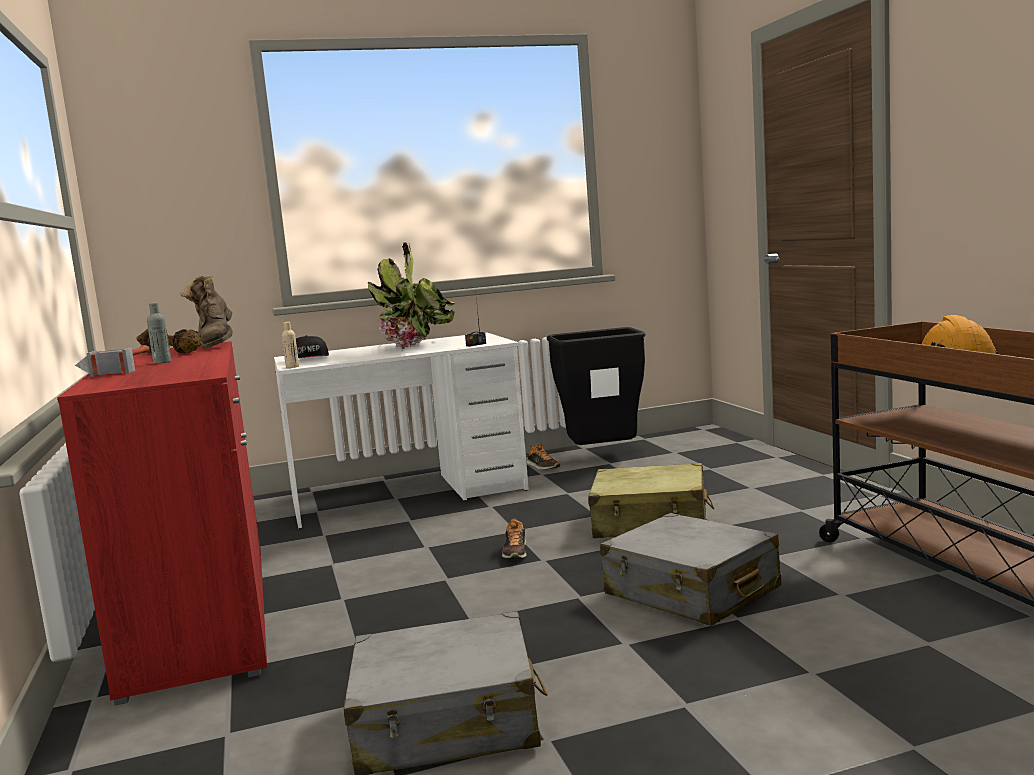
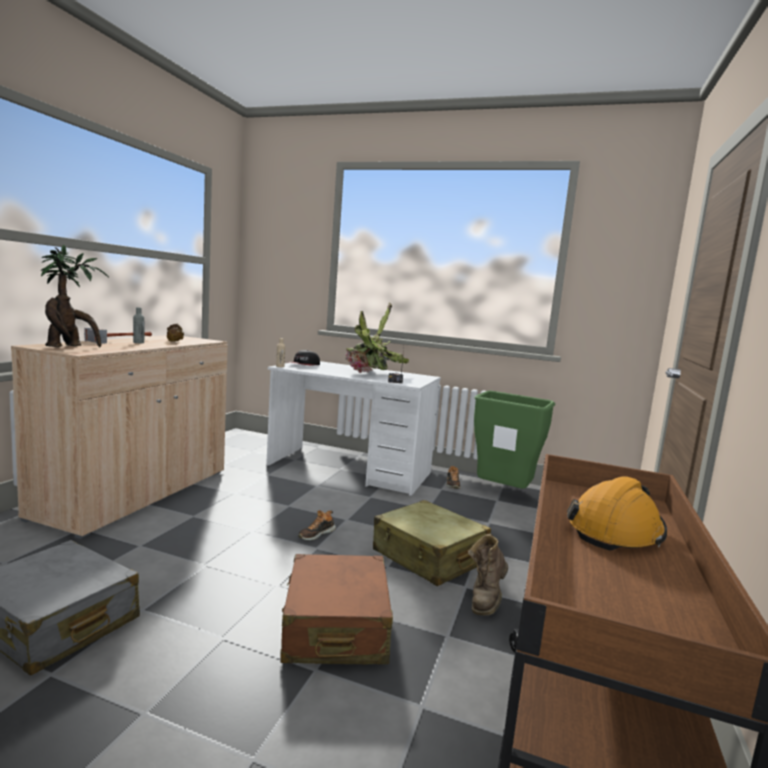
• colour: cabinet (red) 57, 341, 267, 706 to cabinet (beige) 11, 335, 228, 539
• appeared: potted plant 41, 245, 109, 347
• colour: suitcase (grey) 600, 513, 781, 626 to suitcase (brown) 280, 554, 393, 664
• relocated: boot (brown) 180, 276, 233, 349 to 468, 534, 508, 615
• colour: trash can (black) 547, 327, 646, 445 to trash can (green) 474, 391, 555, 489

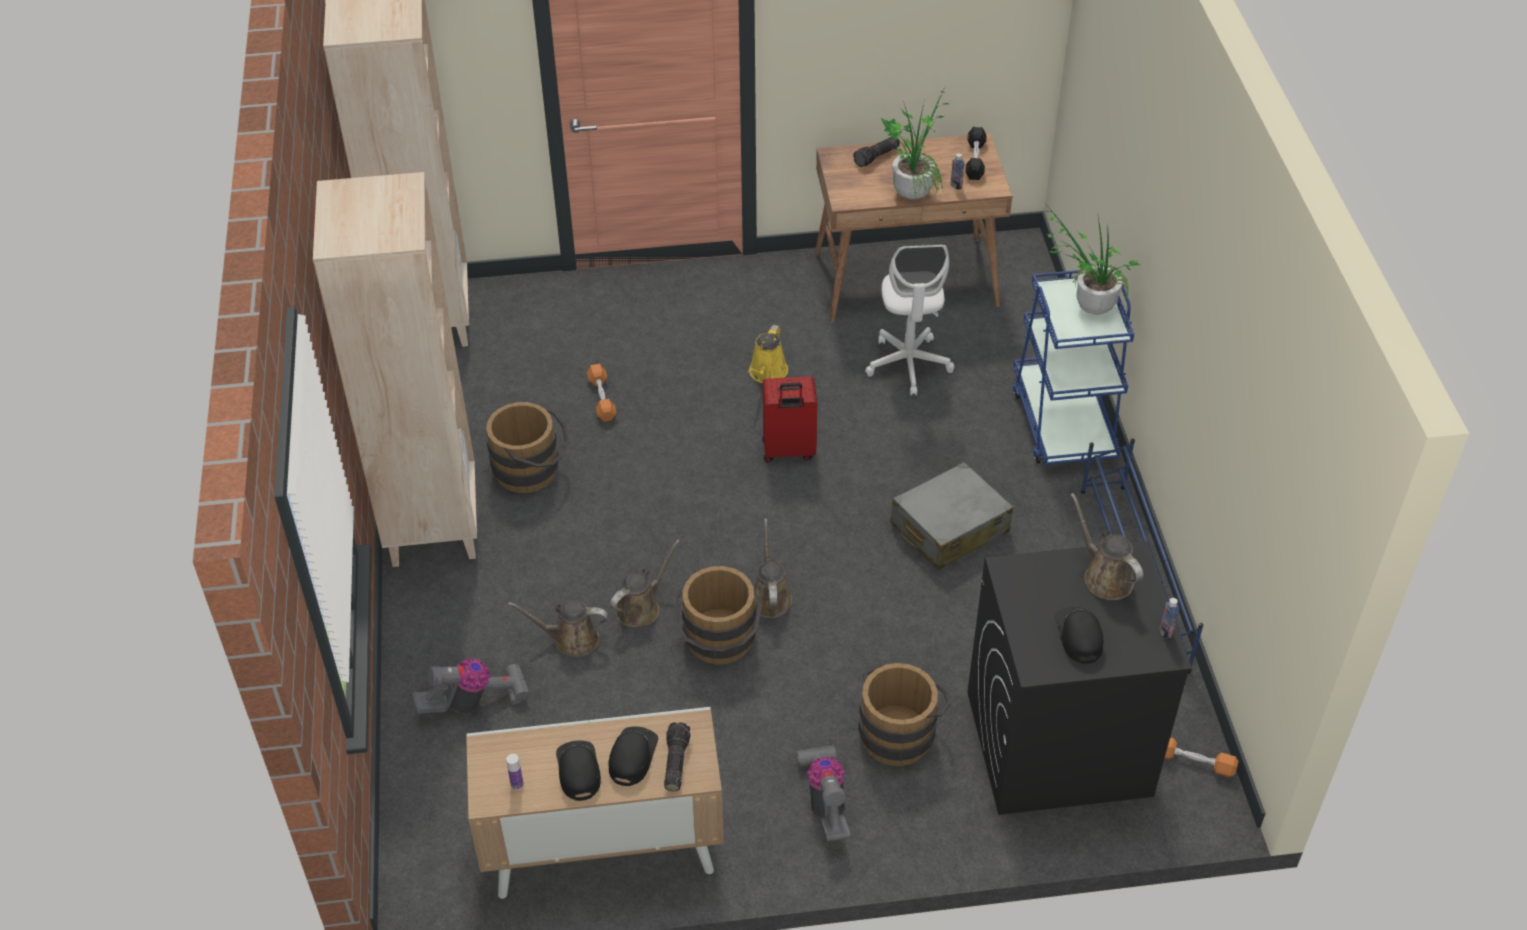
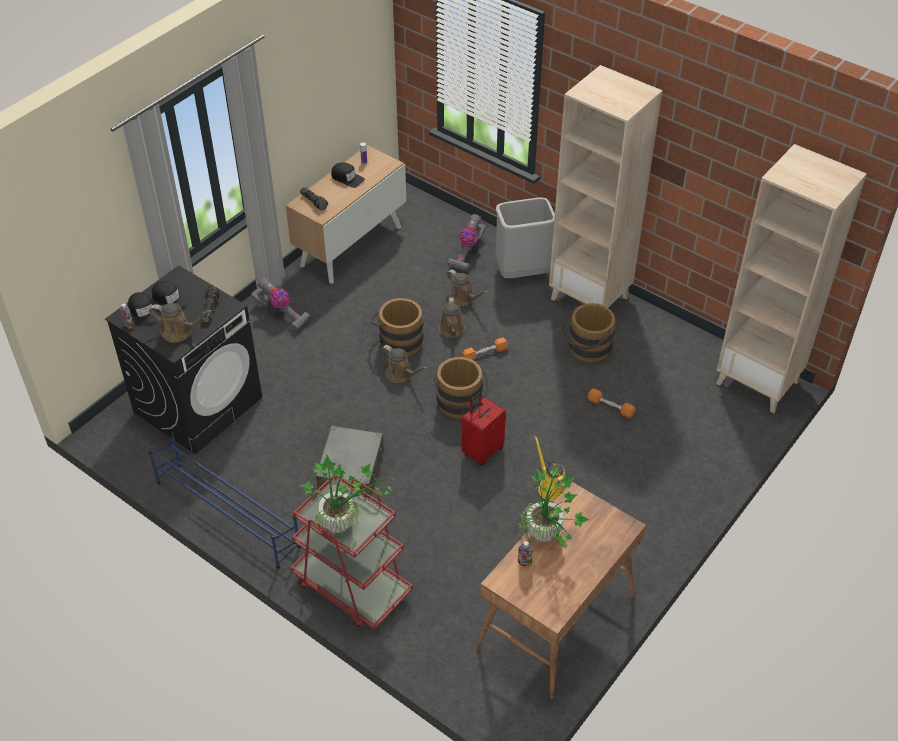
• relocated: cap (black) 609, 726, 658, 786 to 128, 292, 160, 327
• relocated: flashlight 853, 137, 900, 167 to 202, 286, 220, 323
• colour: cart (blue) 1013, 270, 1134, 465 to cart (red) 291, 476, 413, 630
• relocated: bucket (brown) 858, 663, 951, 766 to 433, 357, 489, 419
• spun: watering can (brown) 508, 600, 608, 657 = 447, 269, 488, 306 90 degrees clockwise
• relocated: dumbbell (orange) 1164, 737, 1238, 778 to 462, 337, 508, 360
• appeared: trash can (grey) 495, 198, 555, 278
• missing: office chair (white) 865, 244, 954, 396
• missing: dumbbell (black) 965, 127, 986, 180

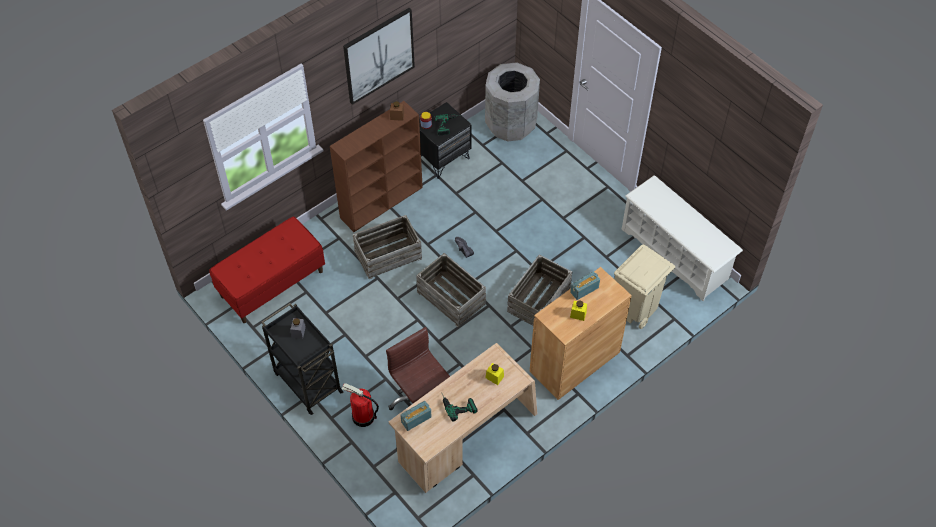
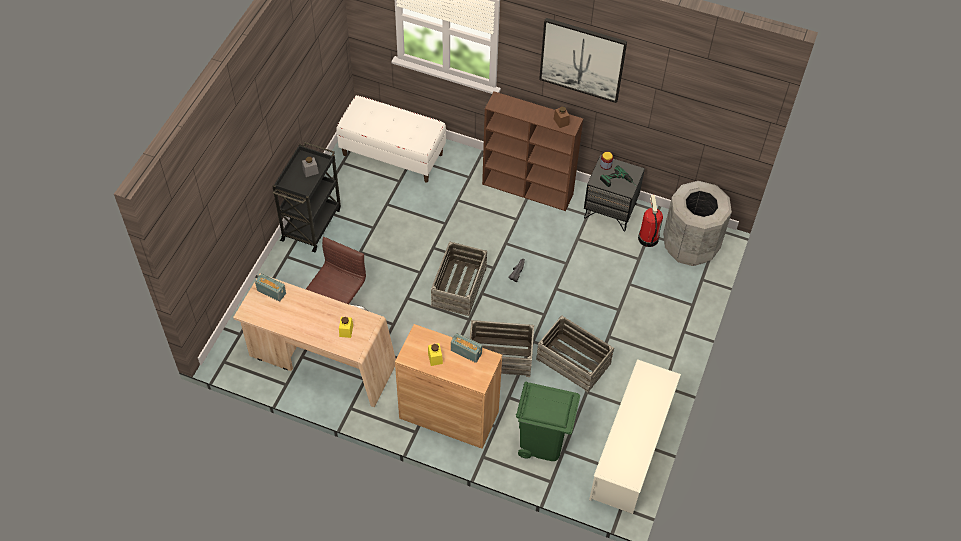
• colour: bench (red) 209, 217, 325, 323 to bench (white) 336, 95, 446, 182
• colour: trash can (beige) 614, 244, 675, 329 to trash can (green) 516, 382, 580, 461
• relocated: crate 353, 215, 422, 279 to 536, 315, 614, 392
• relocated: fire extinguisher 341, 383, 379, 427 to 638, 195, 663, 247
• missing: power drill 442, 394, 477, 421

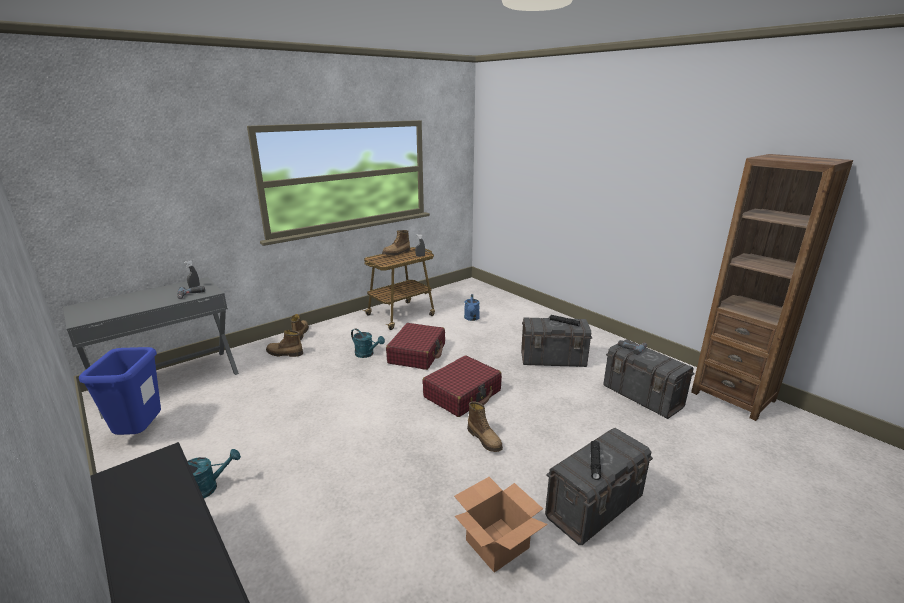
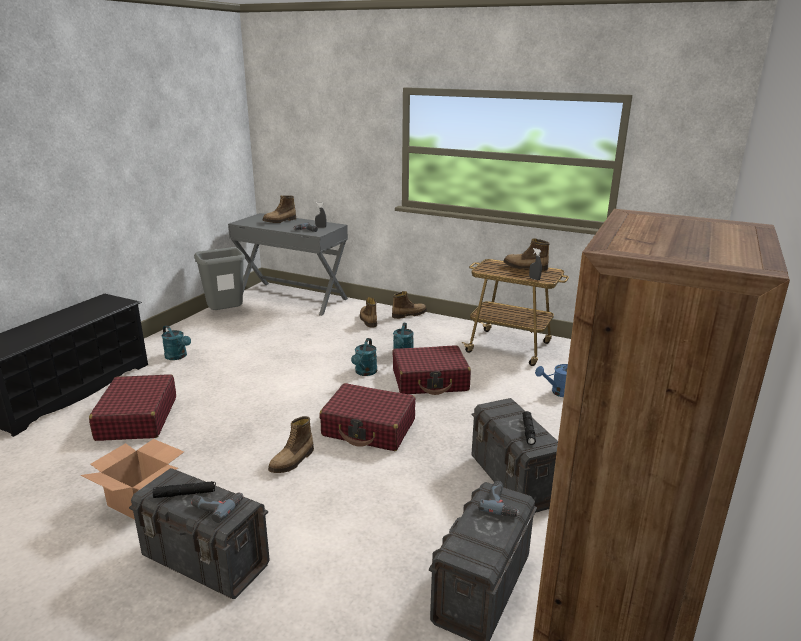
• appeared: suitcase (red) 89, 374, 176, 441
• appeared: power drill 191, 493, 243, 523
• colour: trash can (blue) 79, 347, 161, 435 to trash can (grey) 194, 247, 245, 310
• appeared: boot 262, 195, 296, 223
• appeared: watering can (turquoise) 351, 338, 377, 376

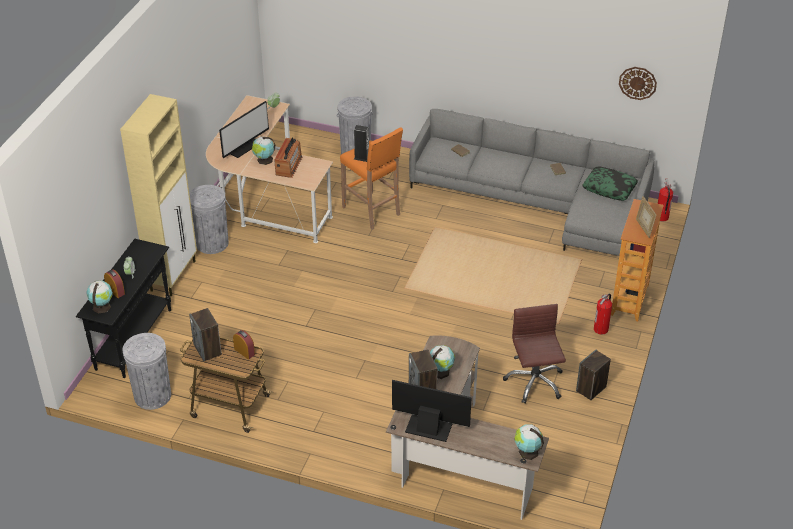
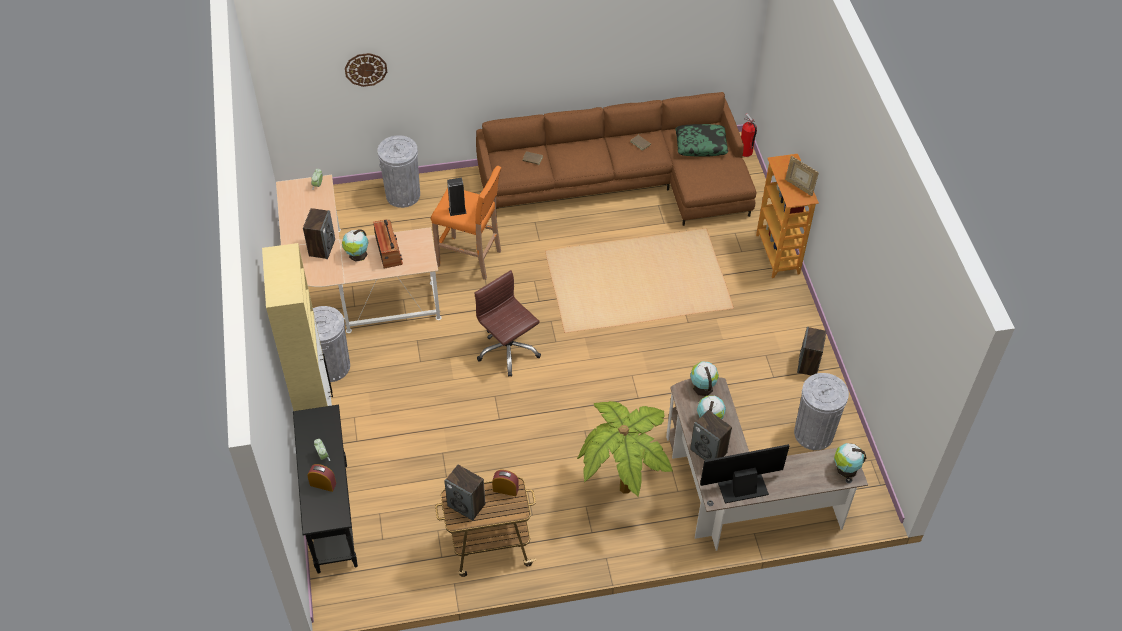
• exchanged: monitor 219, 101, 269, 158 to speaker 303, 208, 335, 259
• relocated: wall clock 619, 67, 657, 100 to 345, 53, 387, 87
• relocated: office chair (brown) 503, 304, 566, 404 to 474, 270, 541, 377
• colour: sofa (grey) 409, 109, 654, 256 to sofa (brown) 476, 92, 756, 226
• appeared: potted plant 577, 401, 673, 497
• relocated: globe 86, 280, 113, 314 to 690, 361, 719, 396
• relocated: trash can (grey) 122, 333, 171, 410 to 794, 373, 849, 450
• missing: fire extinguisher 594, 294, 612, 335

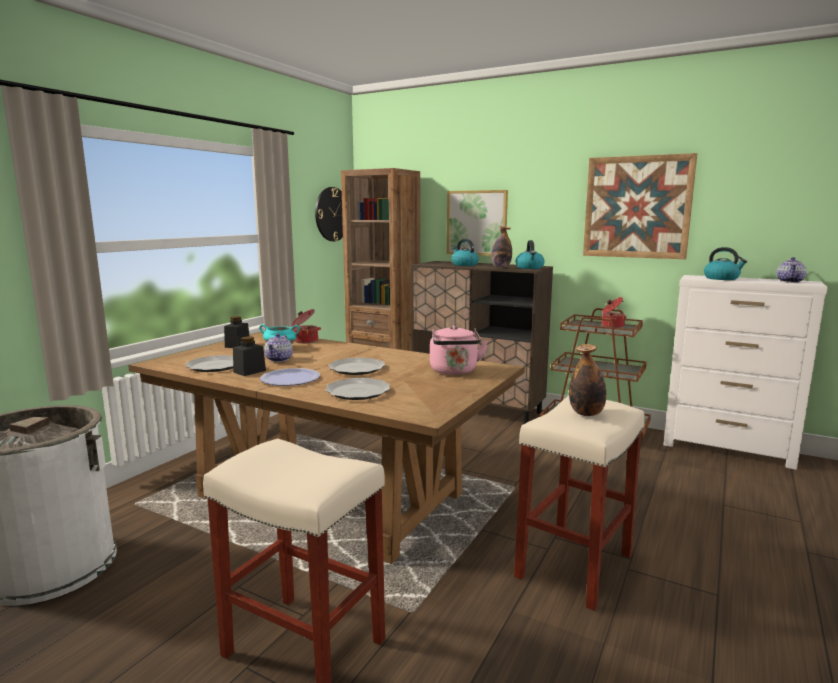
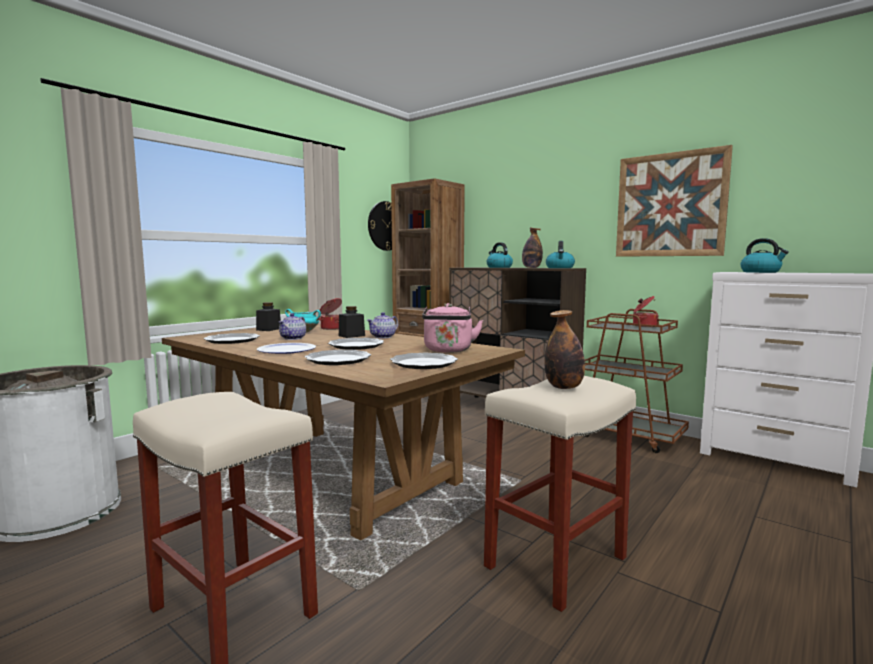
• relocated: jar (black) 233, 336, 266, 376 to 339, 306, 365, 338
• relocated: teapot 776, 257, 807, 283 to 367, 312, 398, 338
• appeared: plate 390, 353, 458, 369
• missing: picture 447, 190, 508, 256

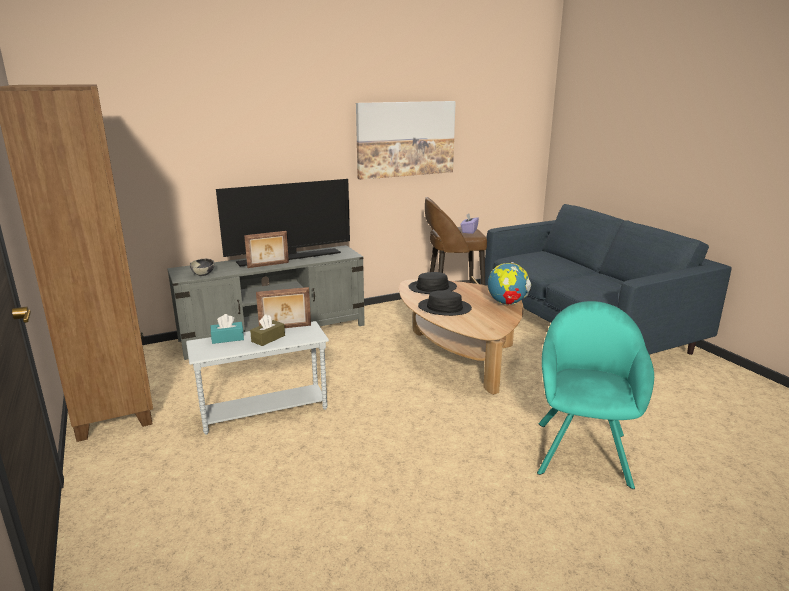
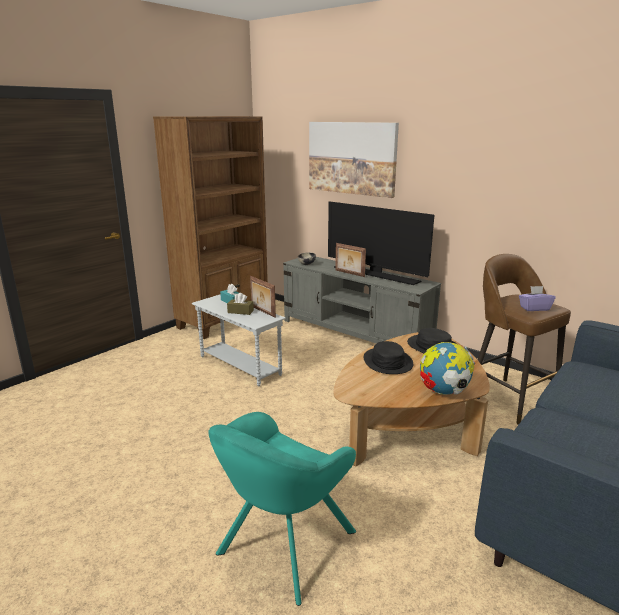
• spun: armchair (turquoise) 537, 301, 654, 489 = 208, 412, 356, 606 135 degrees clockwise
• relocated: picture 356, 101, 456, 180 to 309, 122, 399, 198

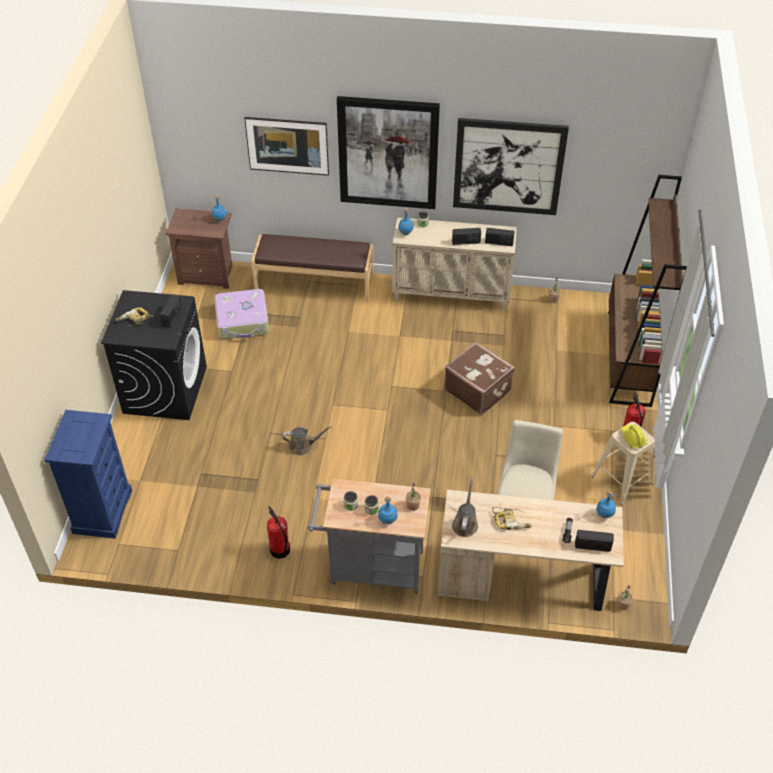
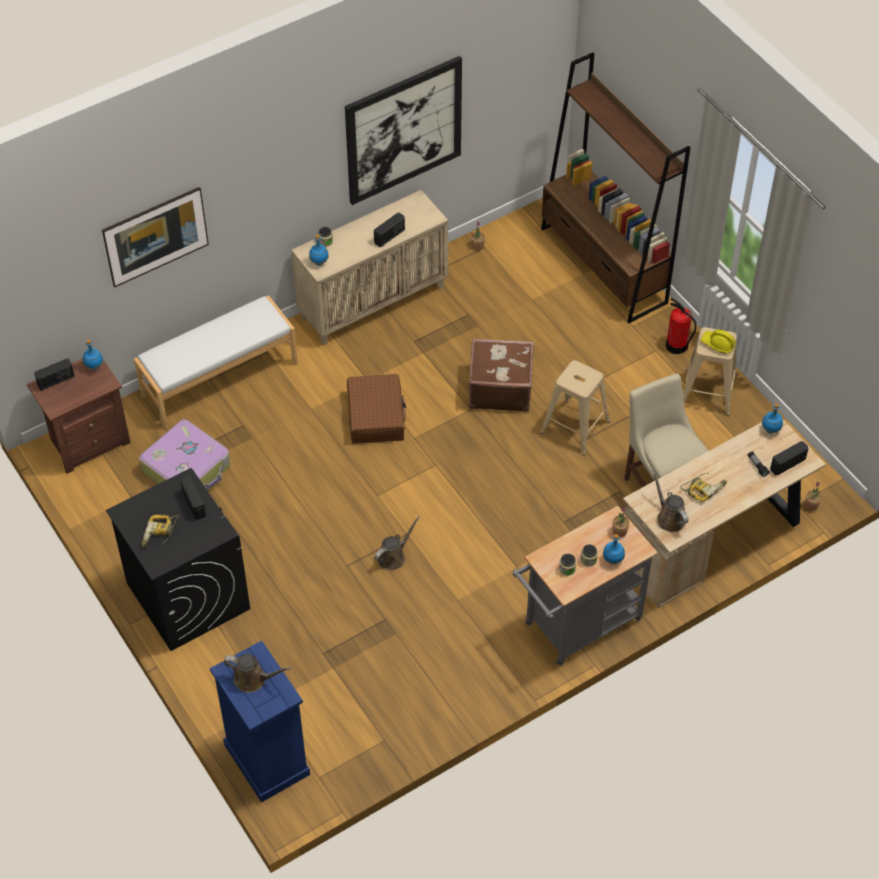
• relocated: radio 485, 228, 515, 246 to 34, 359, 74, 391
• colour: bench (brown) 251, 234, 374, 302 to bench (white) 134, 295, 298, 428
• appeared: watering can (brown) 224, 654, 291, 693
• appeared: suitcase (brown) 347, 374, 406, 444
• appeared: stool (beige) 540, 360, 610, 455
• missing: fire extinguisher 267, 506, 290, 559
• missing: picture 337, 96, 440, 209

